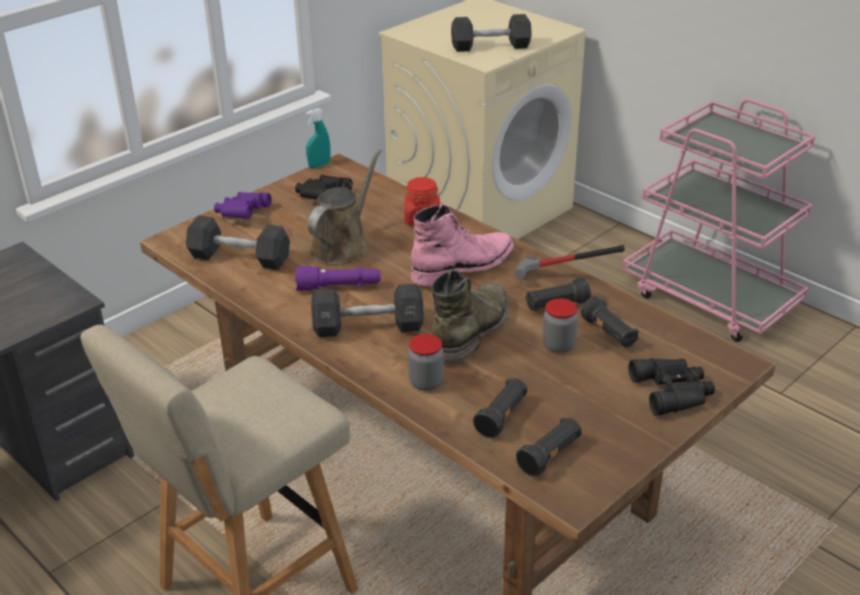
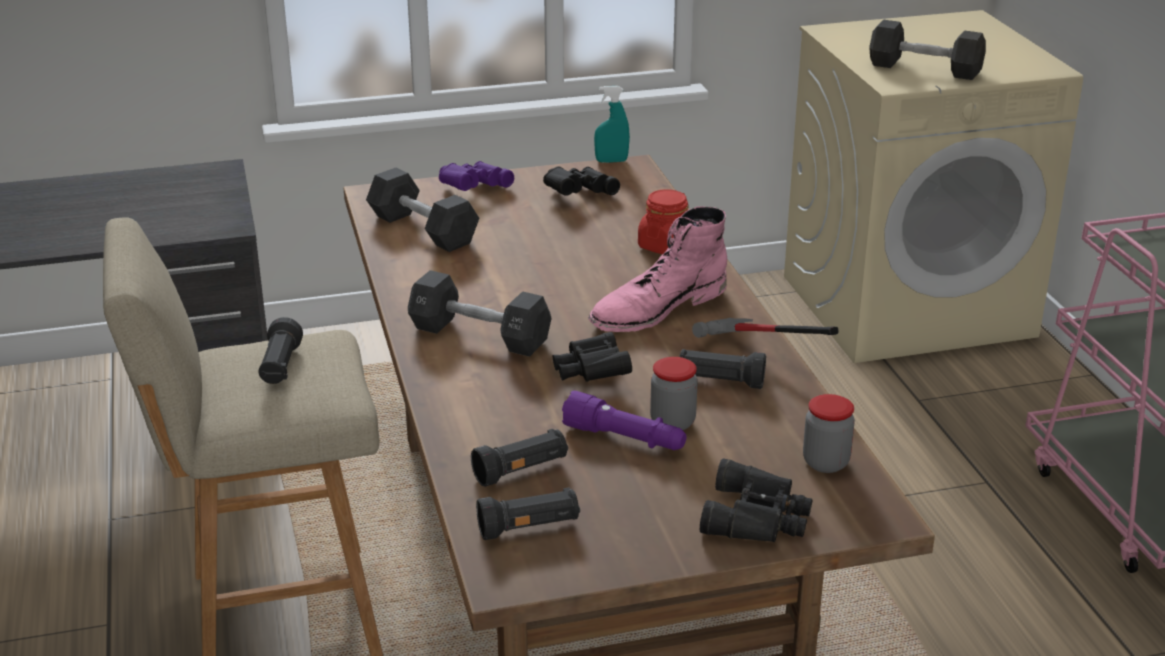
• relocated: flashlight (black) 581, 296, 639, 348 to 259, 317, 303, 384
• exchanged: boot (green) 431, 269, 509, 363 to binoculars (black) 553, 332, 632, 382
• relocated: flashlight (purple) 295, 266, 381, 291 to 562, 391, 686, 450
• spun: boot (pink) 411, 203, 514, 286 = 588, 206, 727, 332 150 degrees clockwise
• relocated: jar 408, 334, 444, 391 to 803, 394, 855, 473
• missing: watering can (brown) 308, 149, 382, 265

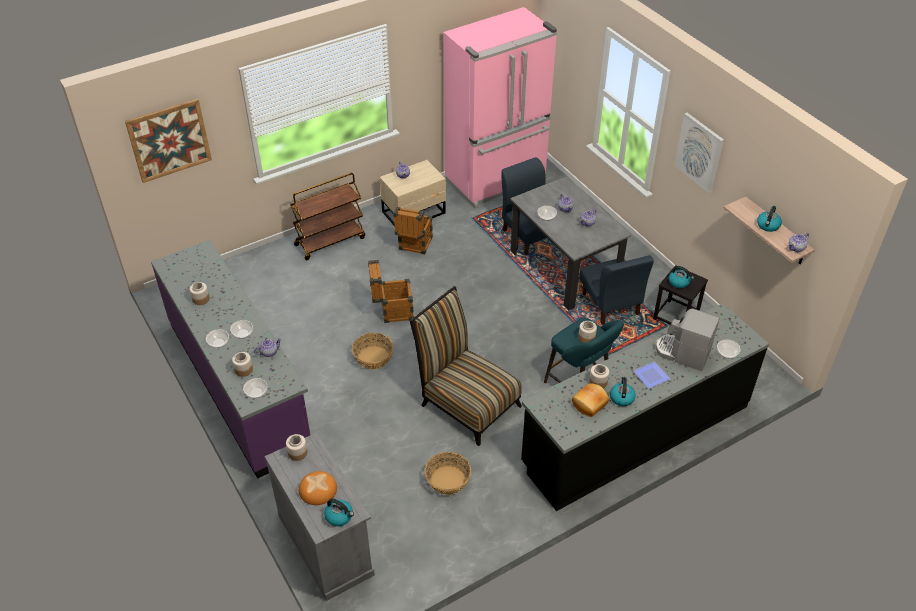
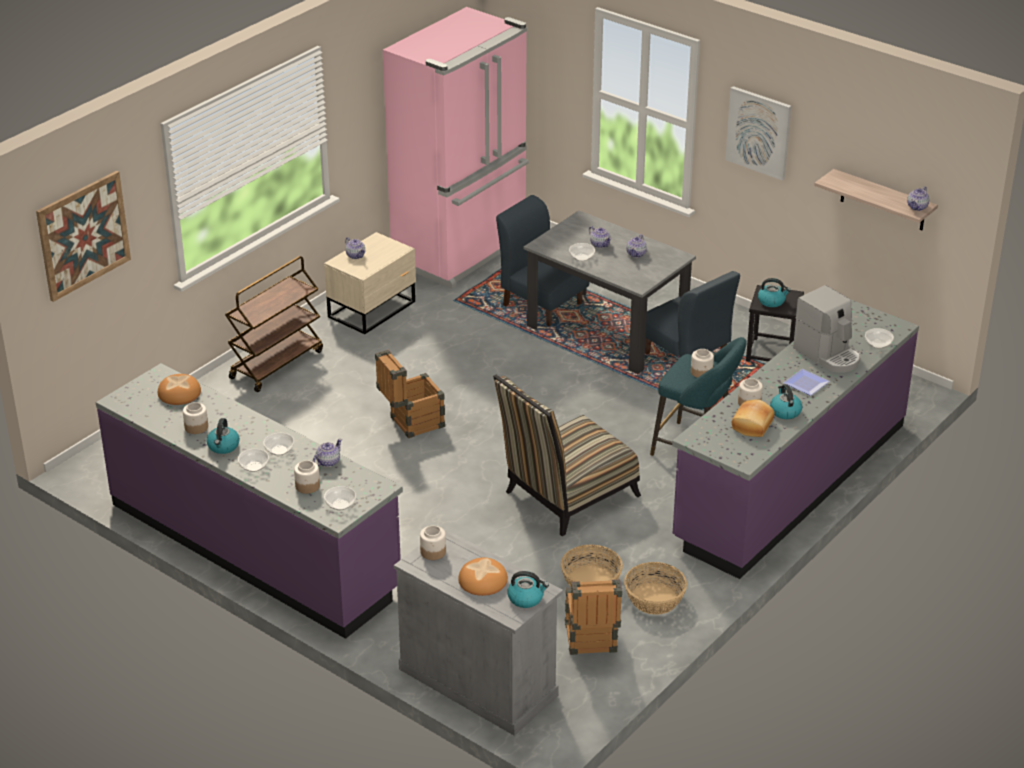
• appeared: bread 158, 374, 201, 405
• relocated: kettle 757, 206, 782, 232 to 206, 418, 240, 454
• spun: chair 410, 286, 522, 446 = 493, 375, 641, 536 60 degrees counterclockwise
• relocated: crate 393, 207, 433, 254 to 565, 579, 622, 655
• relocated: basket 352, 333, 394, 369 to 624, 562, 687, 615
• colour: counter (black) 521, 303, 769, 511 to counter (purple) 672, 300, 919, 579
• spun: coffee machine 656, 308, 720, 371 = 793, 285, 861, 373 135 degrees counterclockwise

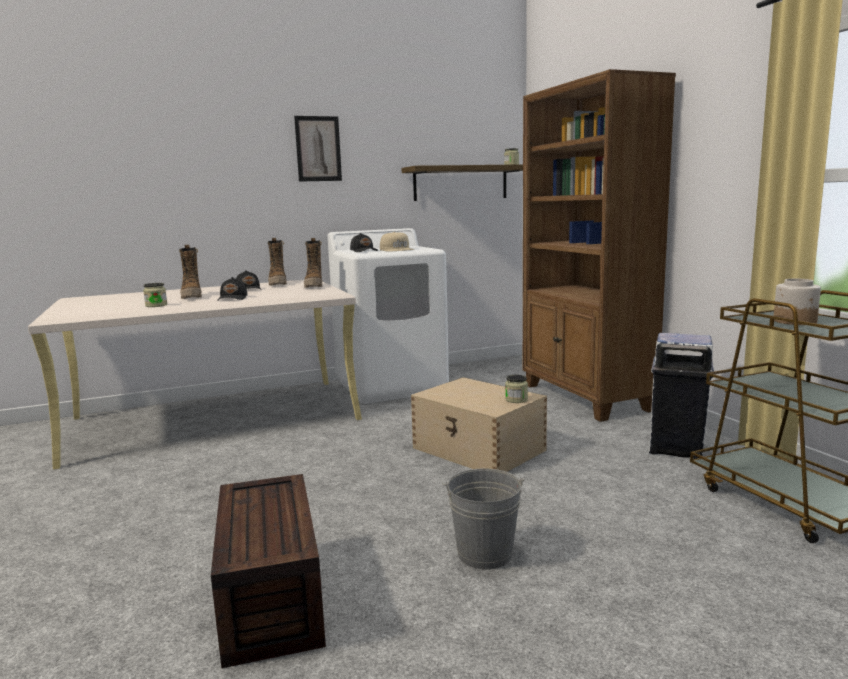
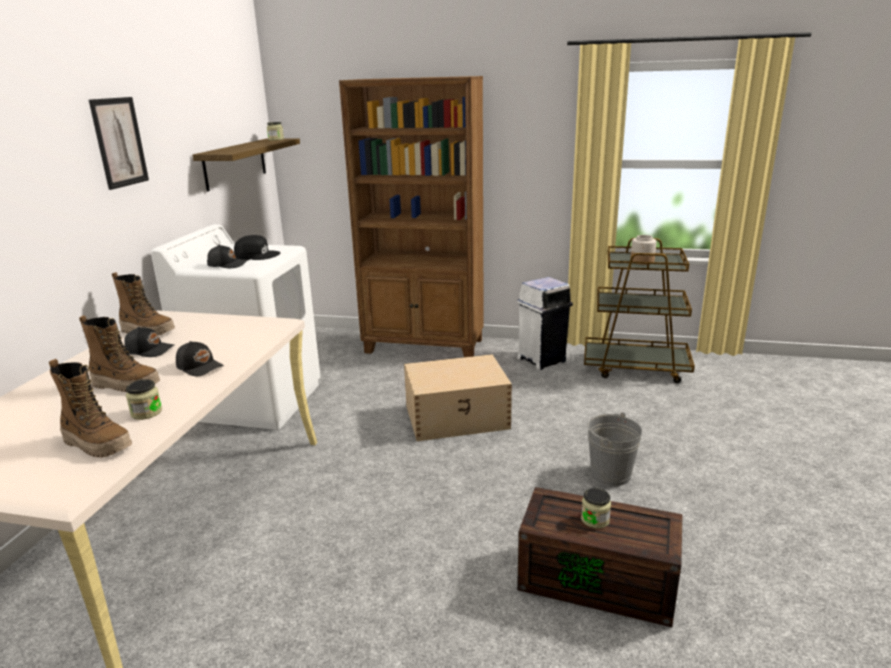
• relocated: boot 304, 238, 322, 288 to 49, 359, 132, 458
• colour: cap (beige) 380, 232, 415, 252 to cap (black) 234, 235, 280, 260
• relocated: jar 505, 375, 528, 403 to 581, 488, 611, 529

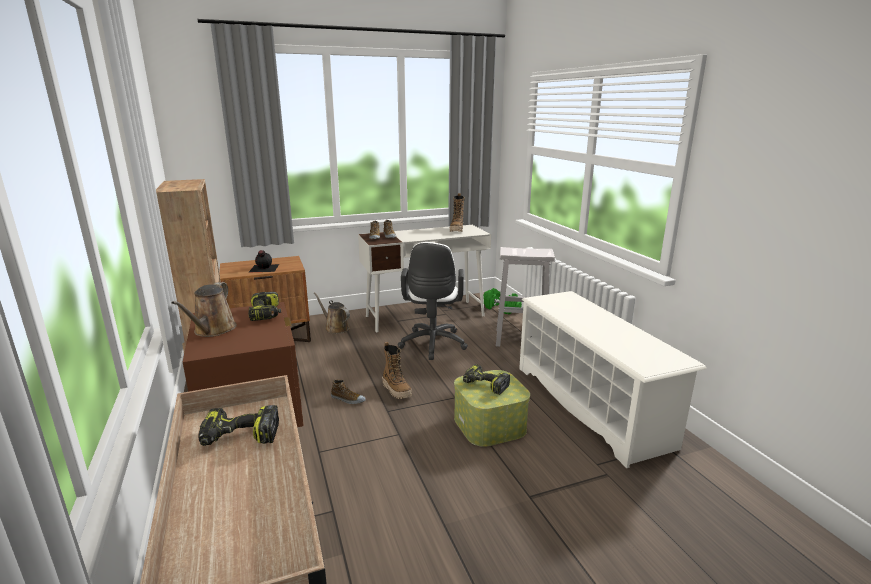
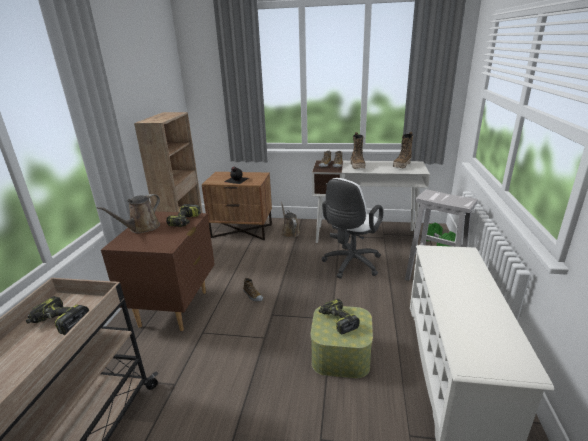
• relocated: boot 382, 342, 412, 399 to 351, 132, 366, 169

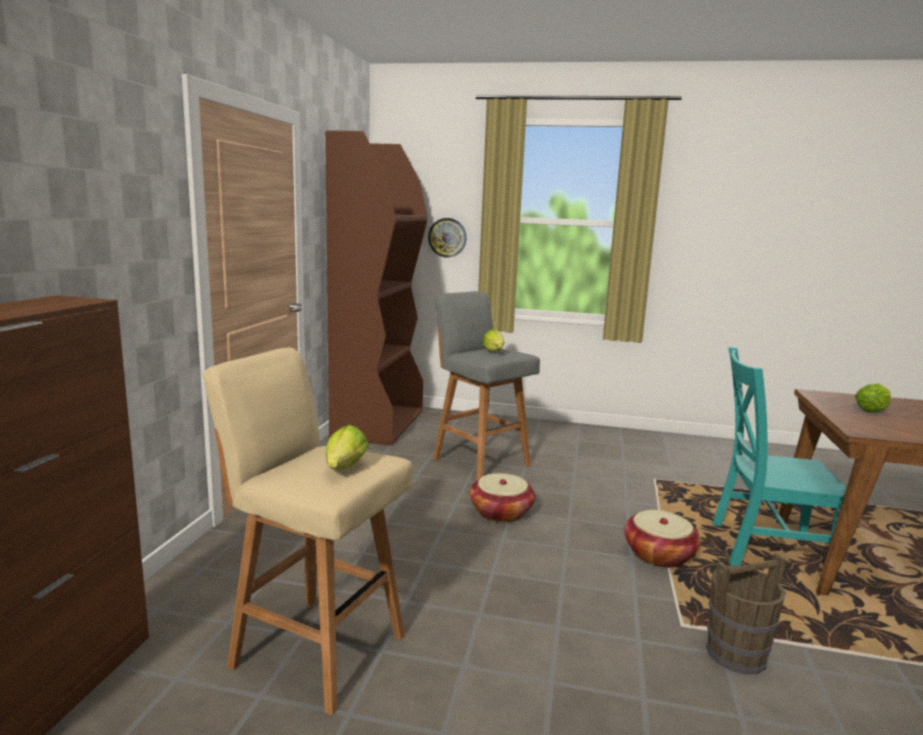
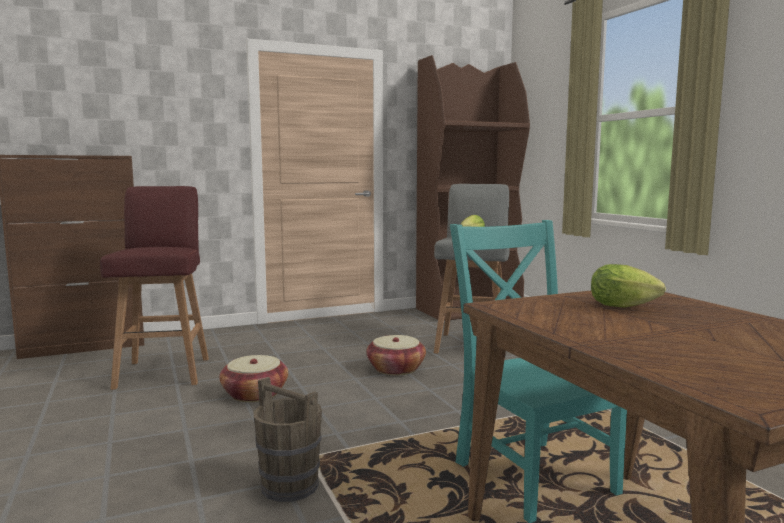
• colour: stool (beige) 203, 348, 413, 715 to stool (red) 100, 186, 209, 390
• relocated: basket 624, 510, 701, 568 to 219, 355, 288, 402
• missing: lettuce 326, 425, 369, 470
• missing: wall clock 428, 218, 467, 258

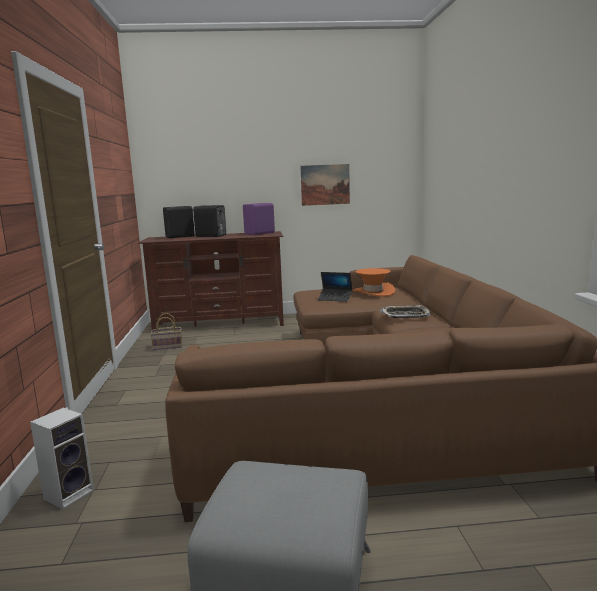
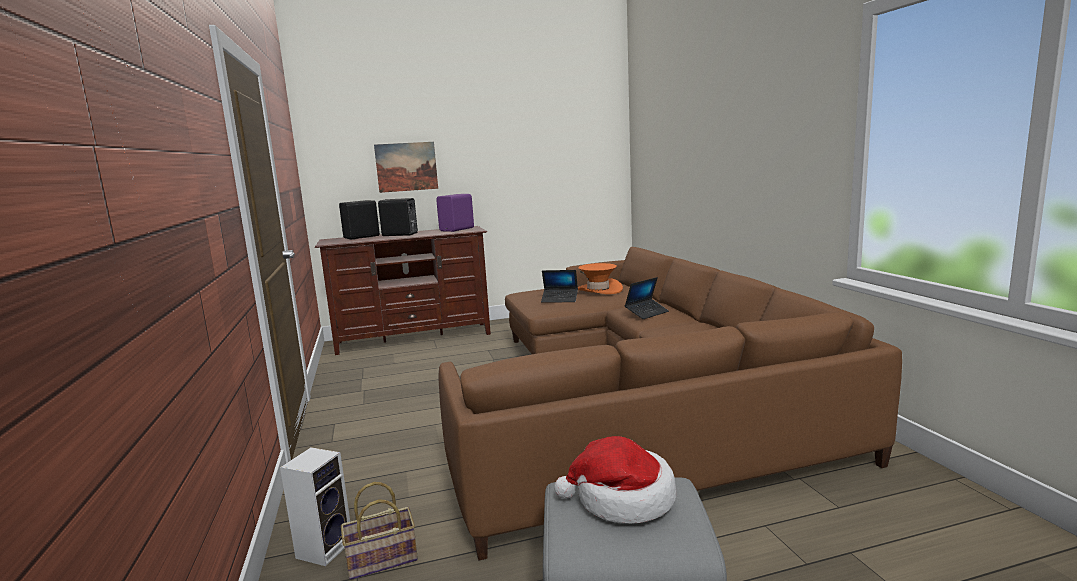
• relocated: basket 151, 313, 182, 350 to 341, 482, 418, 580
• relocated: picture 300, 164, 350, 206 to 374, 142, 438, 193
• appeared: hat 554, 436, 676, 524
• exchanged: tray 380, 305, 431, 318 to laptop 625, 277, 669, 319

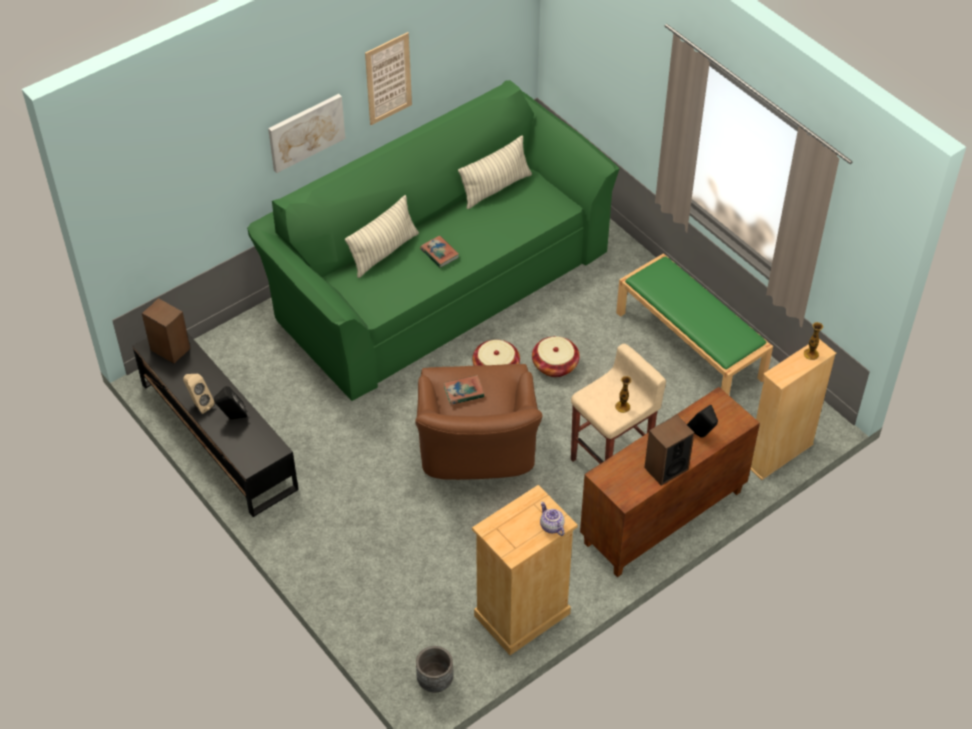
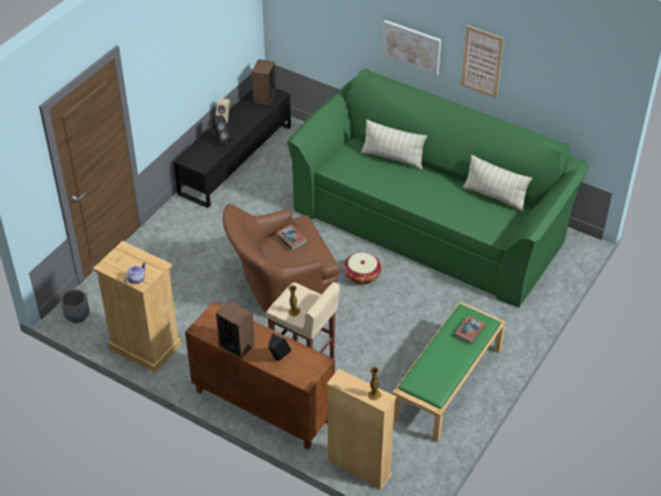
• relocated: book 420, 236, 459, 268 to 453, 316, 486, 345
• missing: basket 532, 336, 580, 377

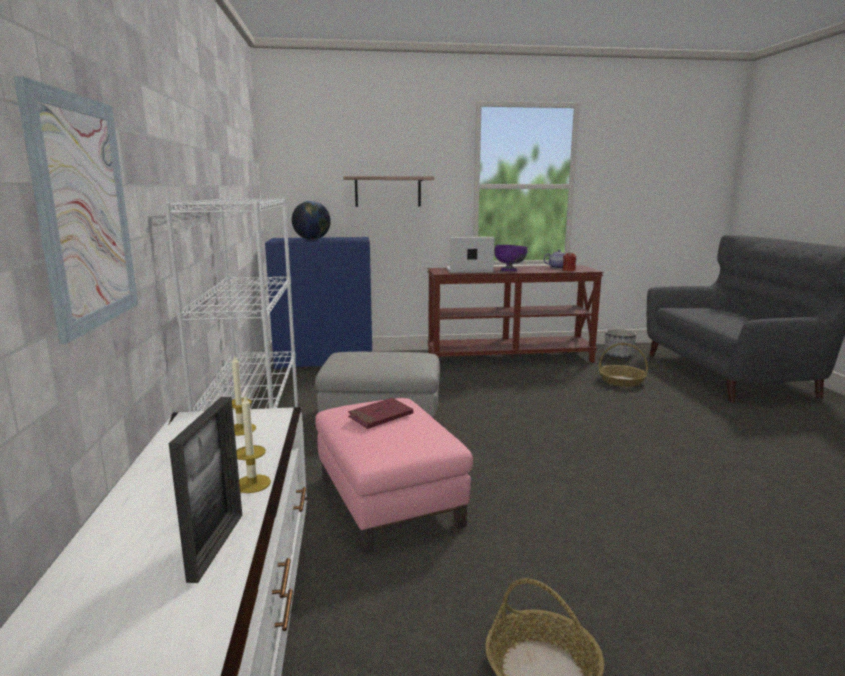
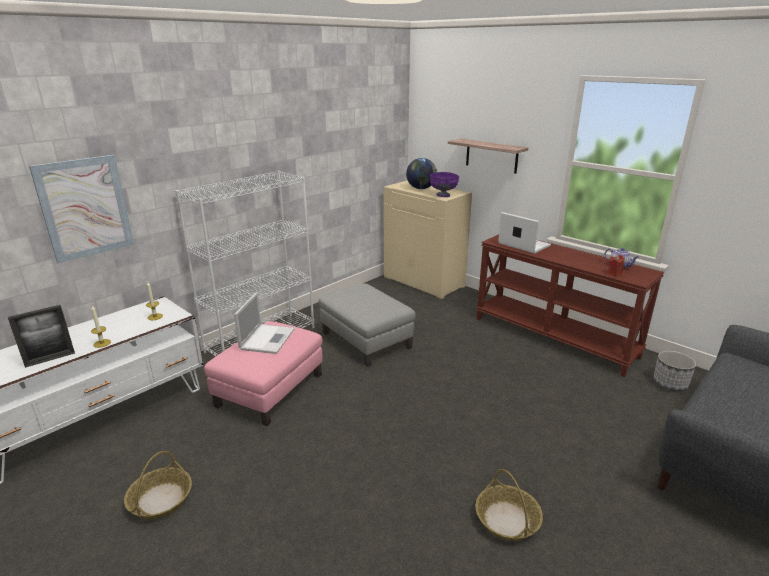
• exchanged: book (red) 348, 398, 413, 429 to laptop 234, 292, 295, 354
• colour: cabinet (blue) 265, 237, 372, 370 to cabinet (beige) 384, 180, 472, 299
• relocated: bowl (purple) 494, 245, 528, 271 to 430, 172, 459, 197
• relocated: basket 599, 343, 648, 387 to 475, 469, 543, 541

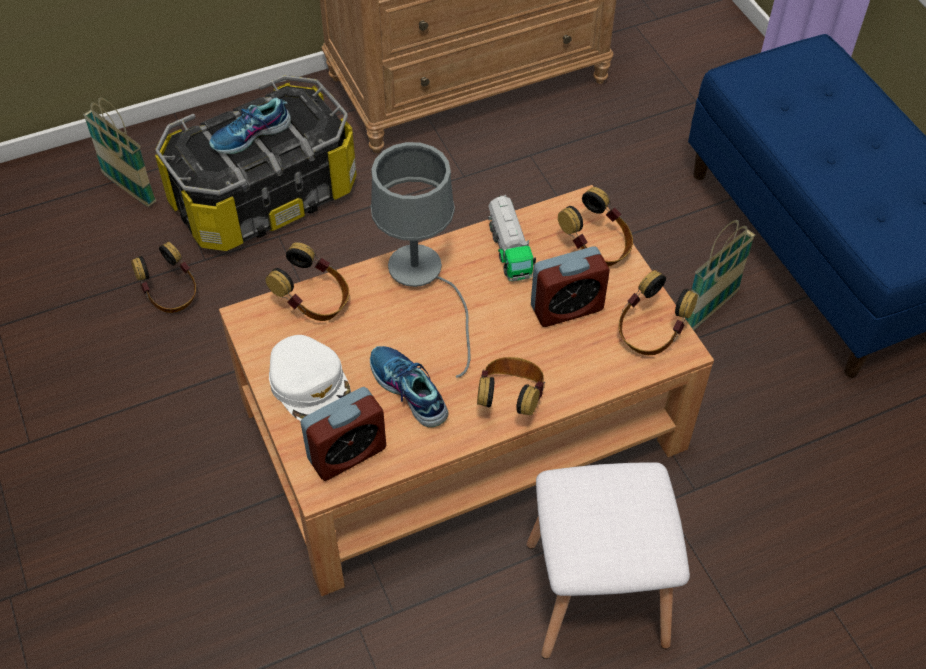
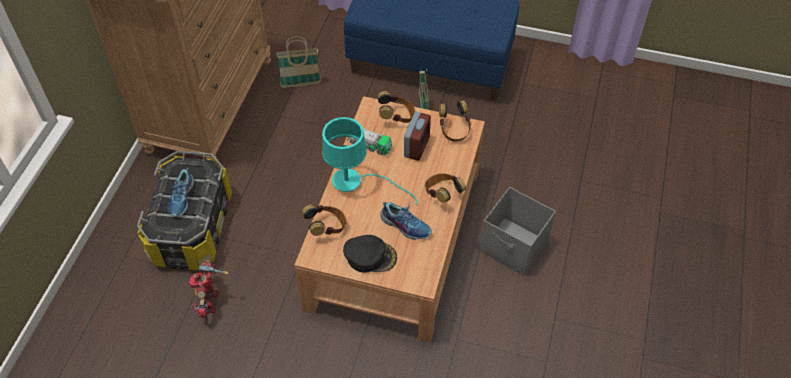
• exchanged: headphones 131, 242, 196, 313 to toy robot 189, 260, 229, 318
• relocated: basket 83, 97, 156, 207 to 277, 36, 321, 88
• colour: table lamp (grey) 371, 142, 471, 378 to table lamp (turquoise) 322, 117, 417, 205
• colour: cap (white) 269, 335, 351, 421 to cap (black) 343, 235, 397, 273
• spun: shoe 370, 346, 448, 427 = 380, 202, 432, 240 150 degrees counterclockwise
• exchanged: stool (white) 527, 462, 690, 659 to storage box (grey) 480, 187, 556, 275
• missing: alarm clock 301, 387, 386, 481

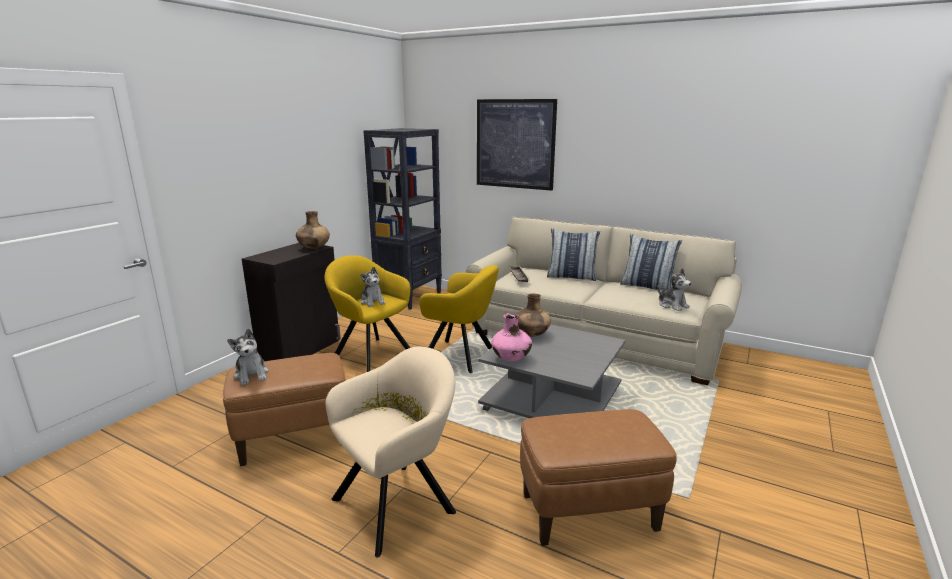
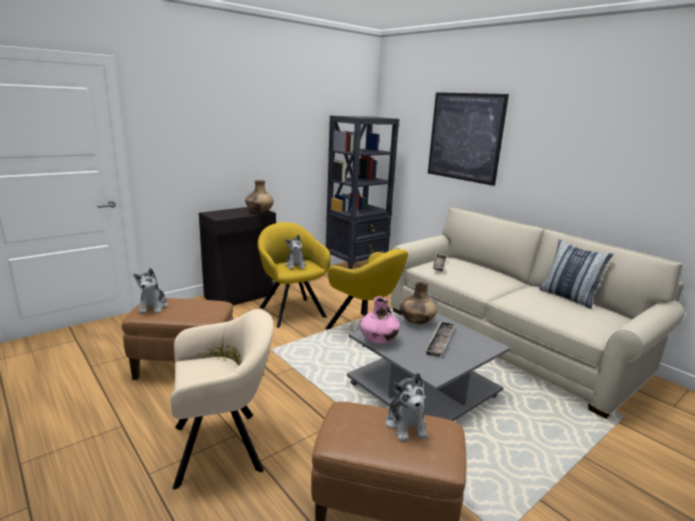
• relocated: plush toy 657, 268, 691, 311 to 386, 373, 428, 442
• appeared: tray 425, 322, 455, 357
• missing: pillow 547, 228, 600, 281

